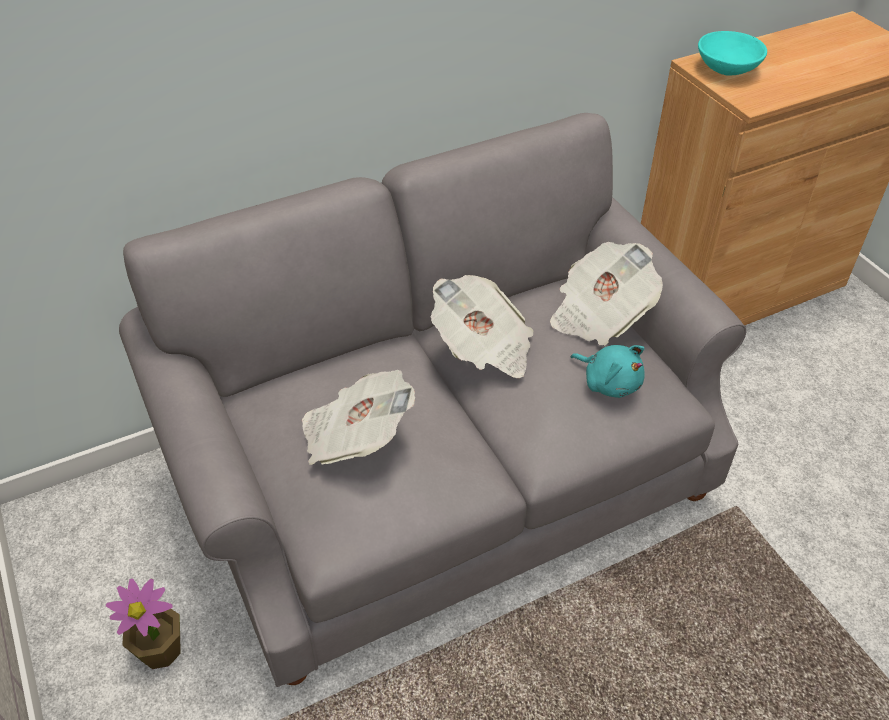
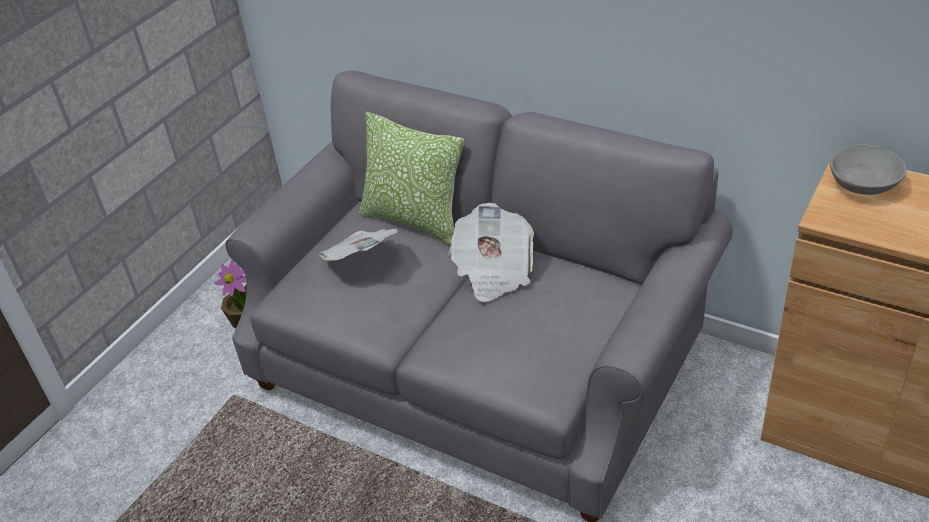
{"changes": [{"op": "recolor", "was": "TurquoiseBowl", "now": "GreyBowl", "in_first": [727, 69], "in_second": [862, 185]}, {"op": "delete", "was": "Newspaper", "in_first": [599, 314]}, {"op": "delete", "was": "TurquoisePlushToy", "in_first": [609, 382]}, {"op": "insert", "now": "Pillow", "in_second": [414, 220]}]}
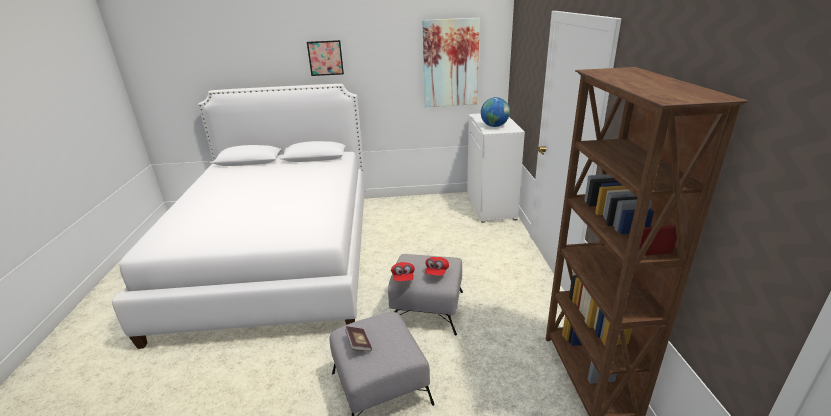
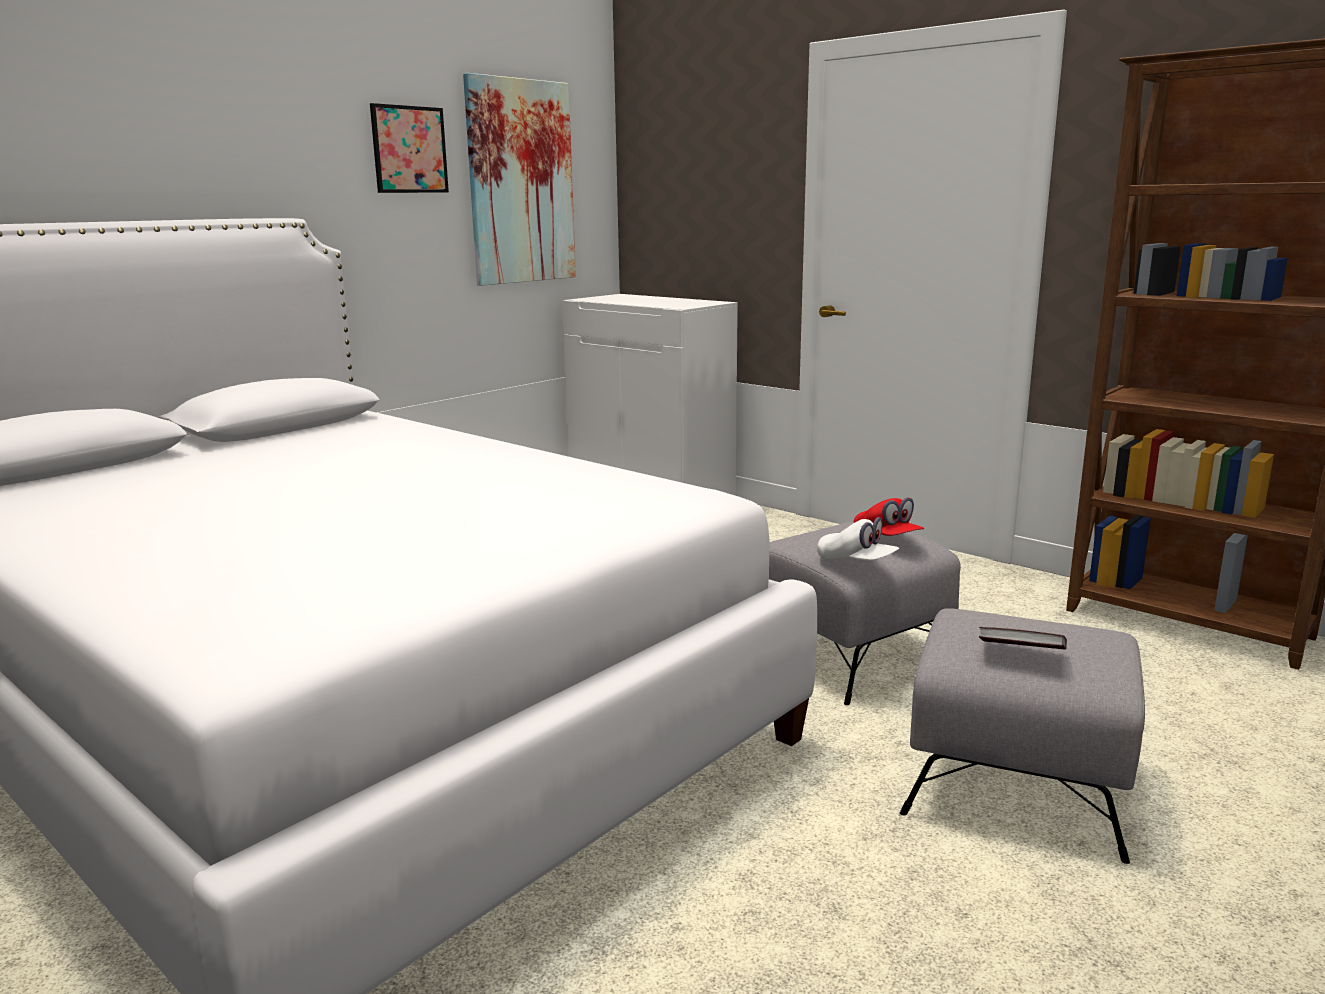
{"changes": [{"op": "move", "was": "Picture", "in_first": [325, 58], "in_second": [409, 149]}, {"op": "delete", "was": "Globe", "in_first": [494, 126]}, {"op": "recolor", "was": "RedCap", "now": "WhiteCap", "in_first": [403, 278], "in_second": [856, 562]}]}
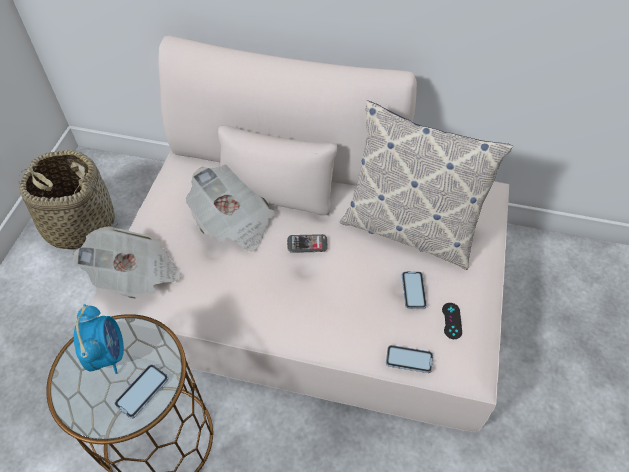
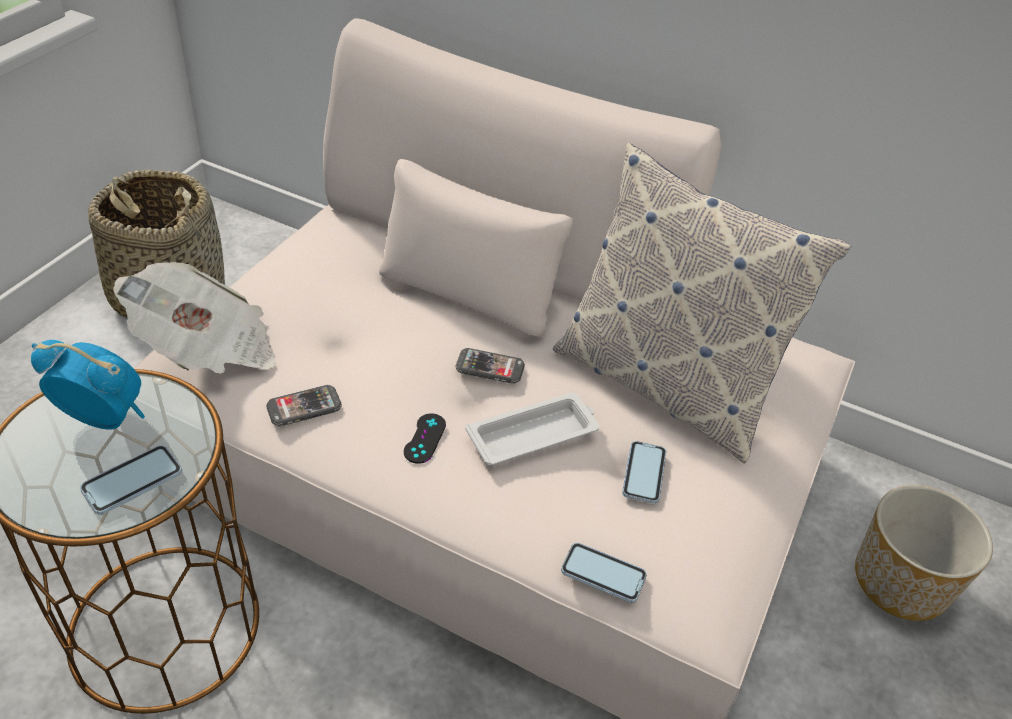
{"changes": [{"op": "delete", "was": "Newspaper", "in_first": [234, 222]}, {"op": "move", "was": "BlackGameController", "in_first": [451, 321], "in_second": [425, 438]}, {"op": "rotate", "was": "AlarmClock", "in_first": [108, 354], "in_second": [103, 417], "clockwise": -75}, {"op": "insert", "now": "Phone", "in_second": [304, 407]}, {"op": "insert", "now": "WhiteTray", "in_second": [534, 434]}, {"op": "insert", "now": "Planter", "in_second": [899, 583]}]}
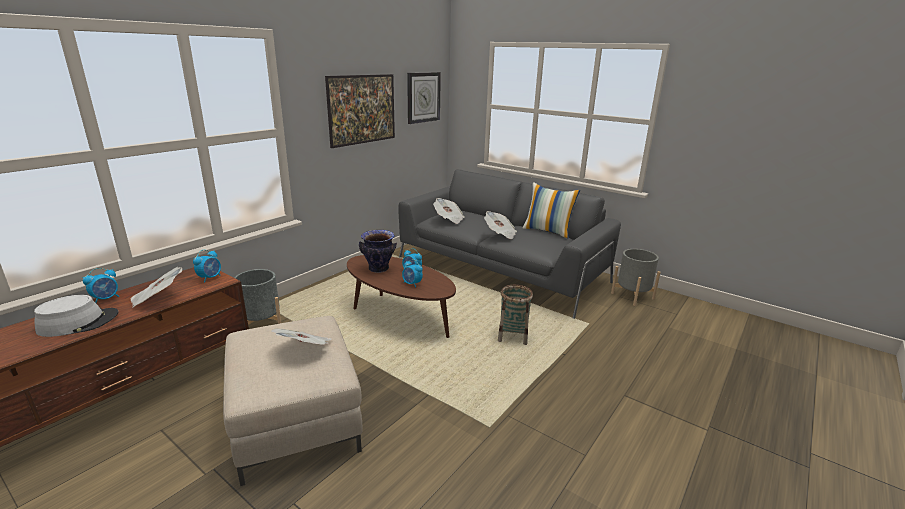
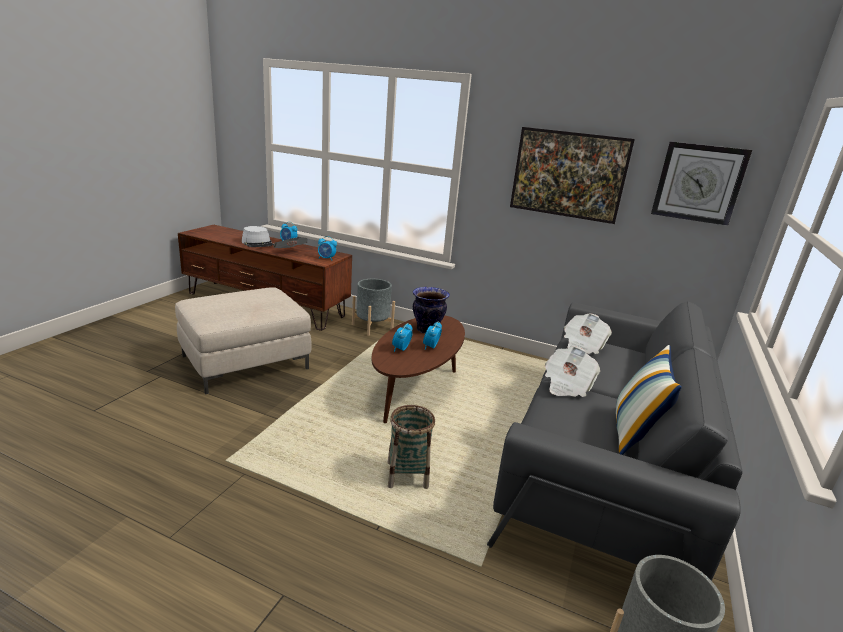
{"changes": [{"op": "delete", "was": "Newspaper", "in_first": [305, 349]}]}
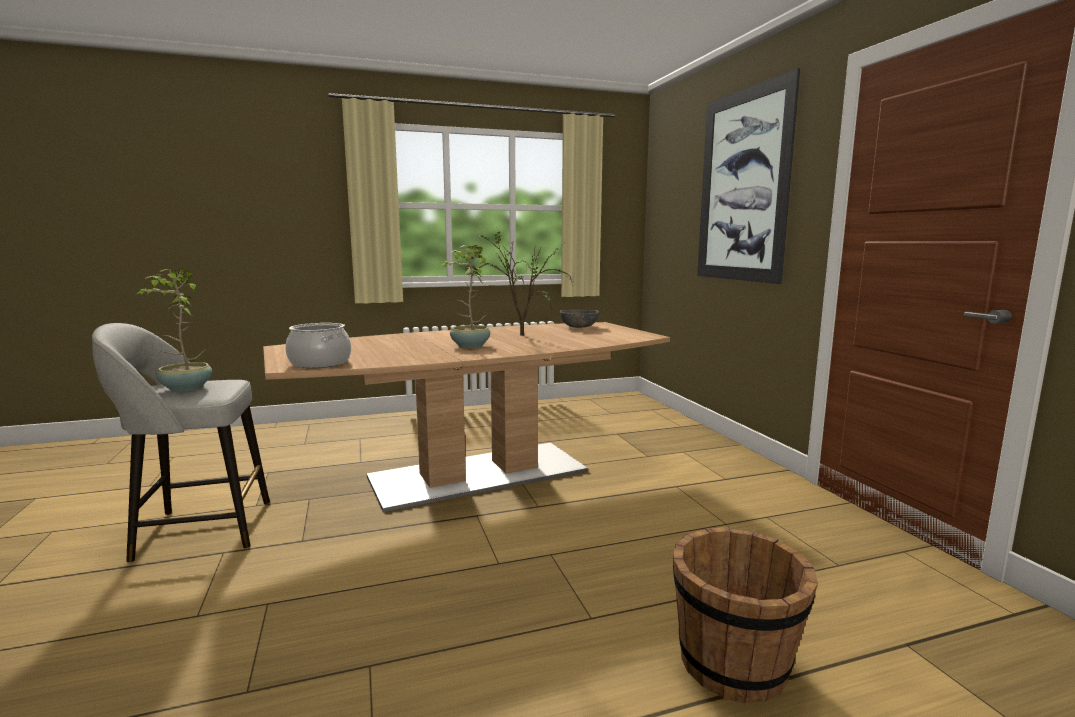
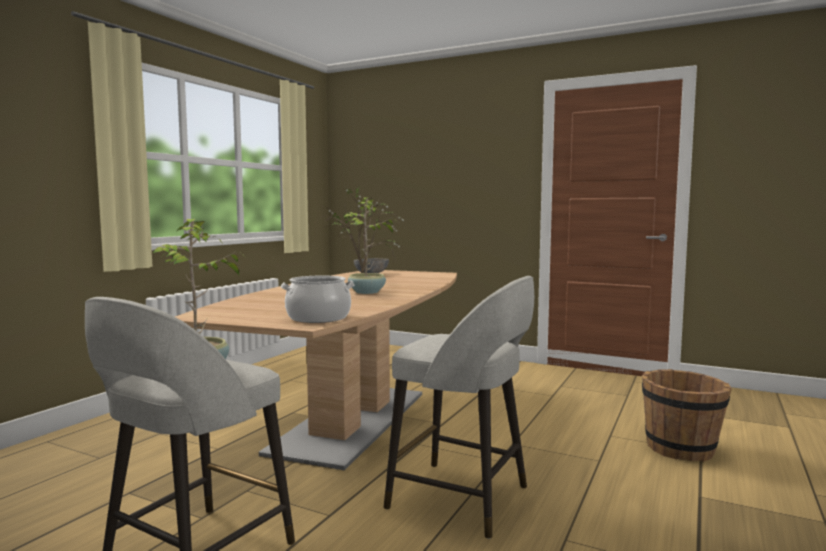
{"changes": [{"op": "delete", "was": "Picture", "in_first": [742, 186]}, {"op": "insert", "now": "GreyStool", "in_second": [462, 498]}]}
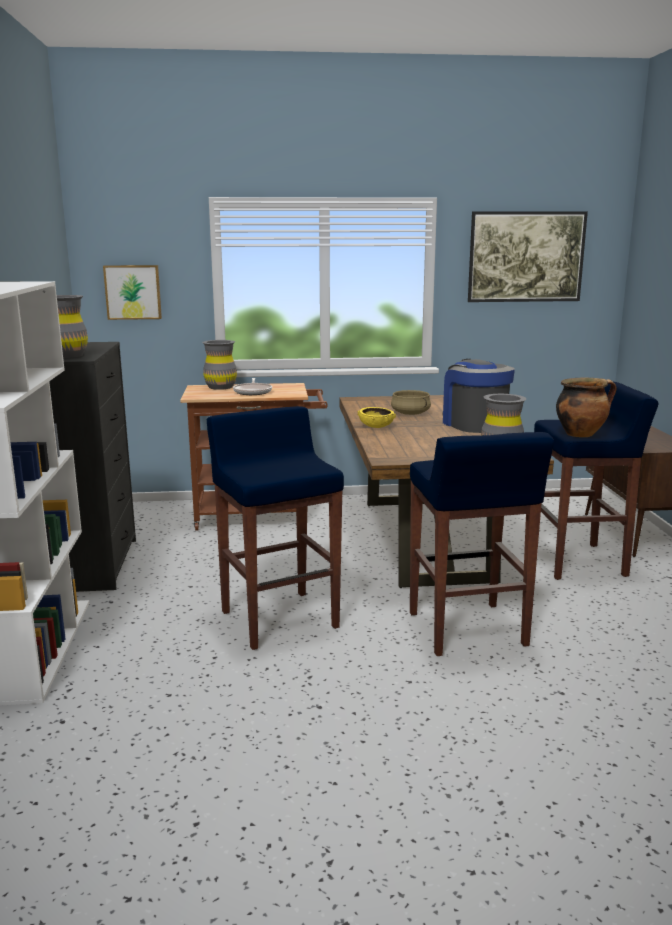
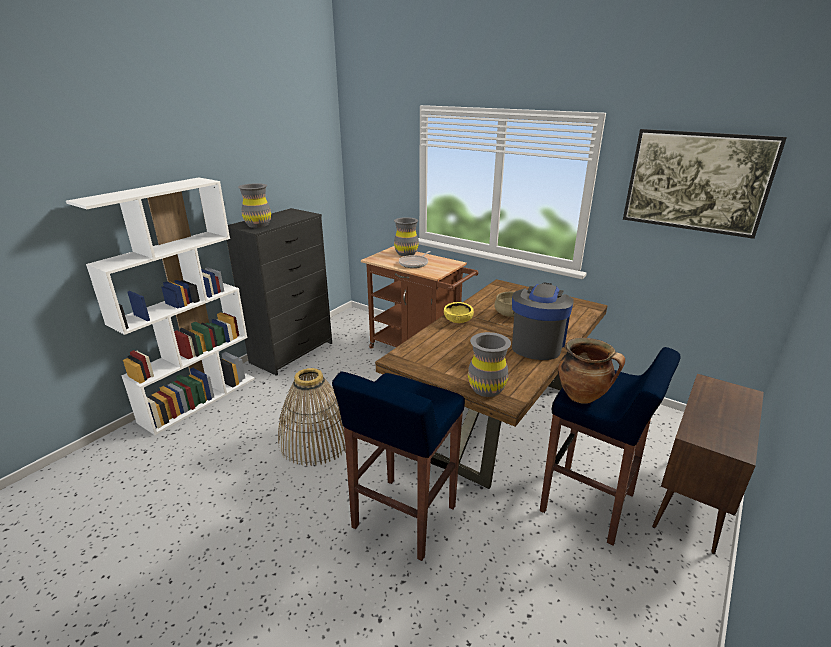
{"changes": [{"op": "delete", "was": "Picture", "in_first": [133, 292]}, {"op": "replace", "was": "BlueStool", "now": "Basket", "in_first": [279, 619], "in_second": [316, 440]}]}
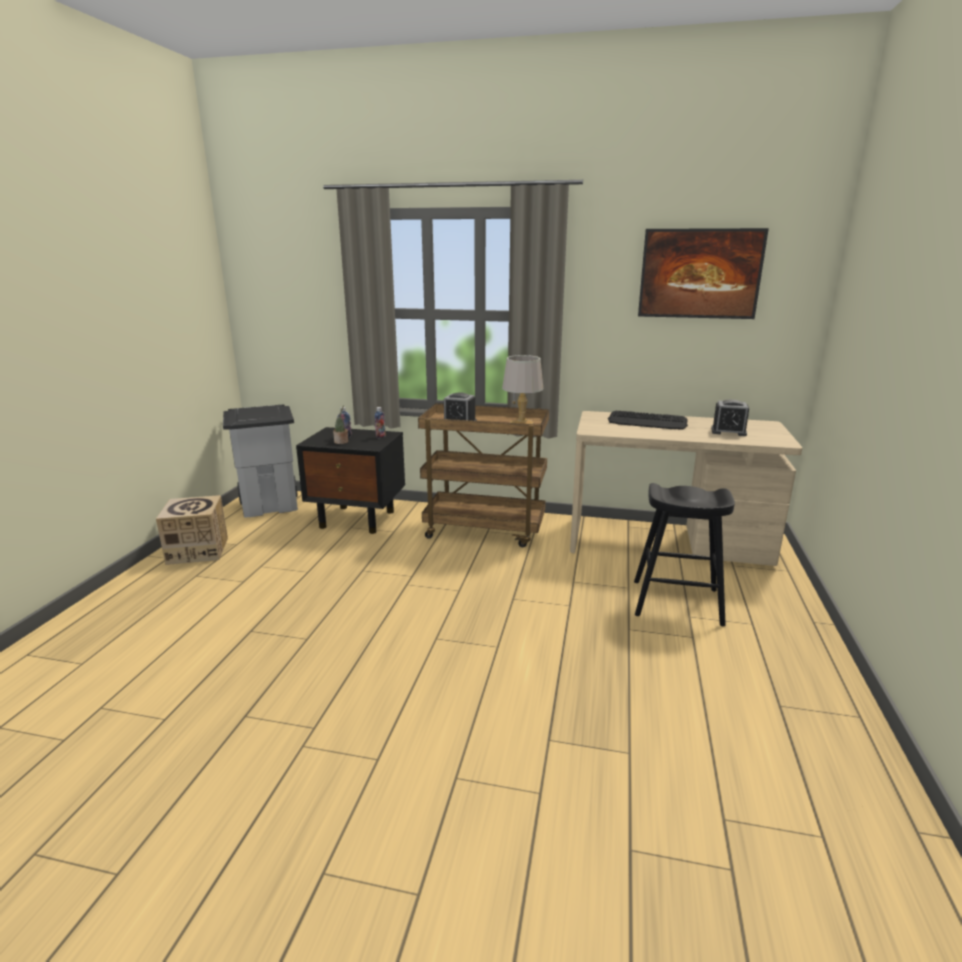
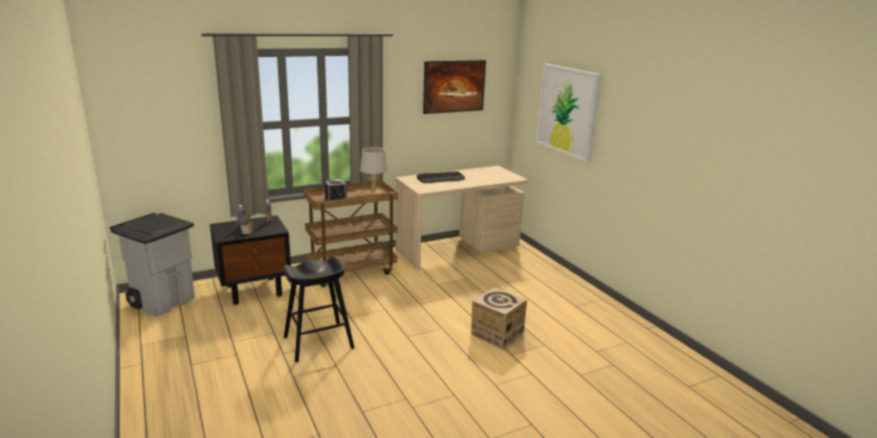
{"changes": [{"op": "delete", "was": "AlarmClock", "in_first": [728, 431]}, {"op": "move", "was": "BlackStool", "in_first": [677, 602], "in_second": [319, 342]}, {"op": "move", "was": "CardboardBox", "in_first": [198, 550], "in_second": [497, 334]}, {"op": "insert", "now": "Picture", "in_second": [567, 111]}]}
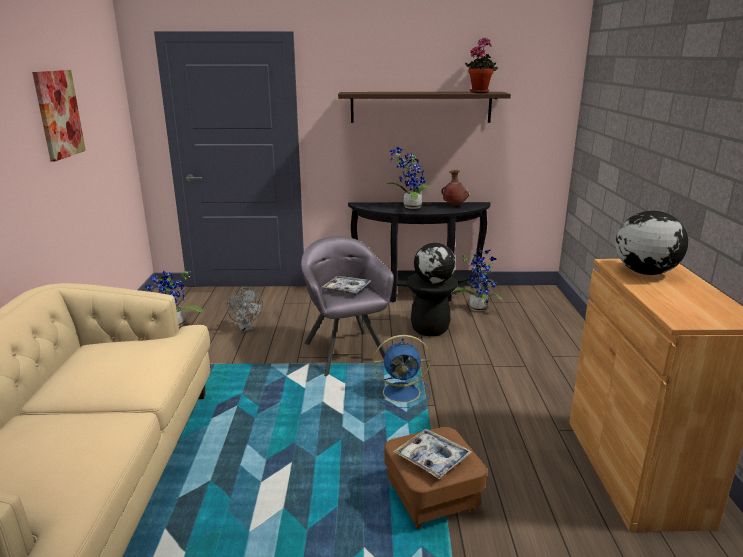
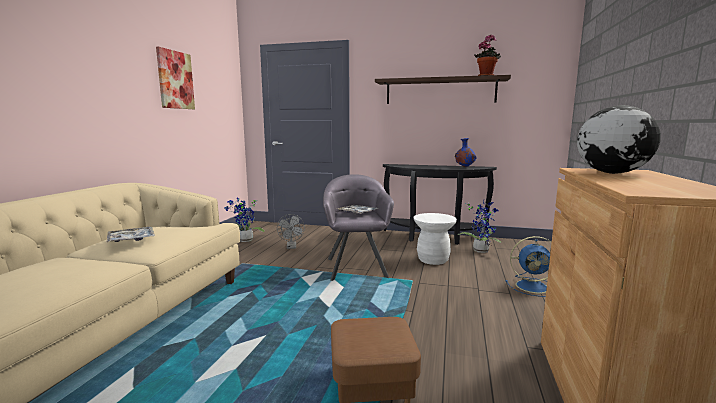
{"changes": [{"op": "delete", "was": "PottedPlant", "in_first": [409, 207]}, {"op": "recolor", "was": "BrownVase", "now": "BlueVase", "in_first": [454, 205], "in_second": [464, 167]}, {"op": "delete", "was": "Globe", "in_first": [434, 282]}, {"op": "recolor", "was": "BlackStool", "now": "WhiteStool", "in_first": [429, 329], "in_second": [433, 260]}, {"op": "move", "was": "BlueFan", "in_first": [403, 392], "in_second": [533, 287]}, {"op": "move", "was": "Tray", "in_first": [432, 459], "in_second": [131, 239]}]}
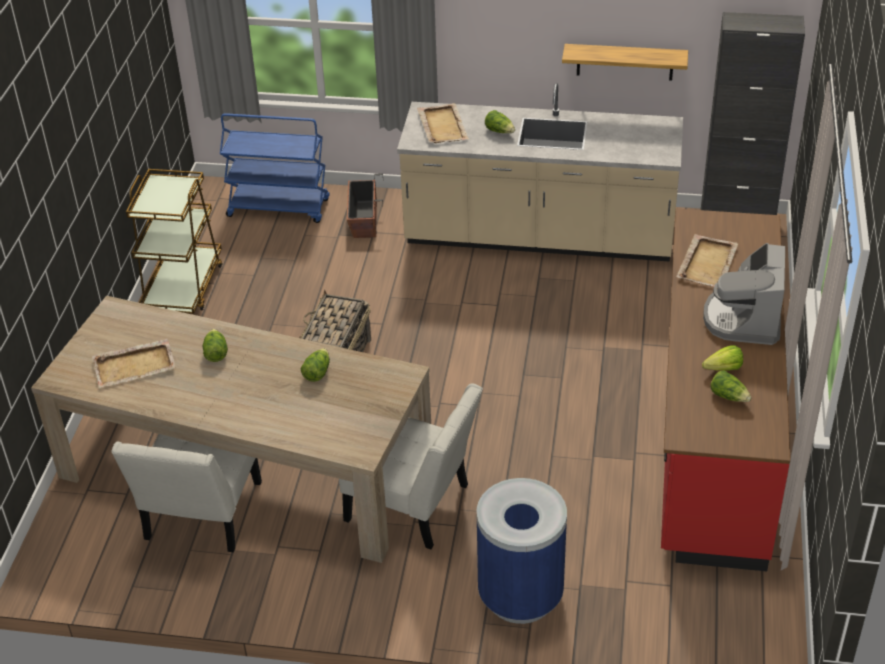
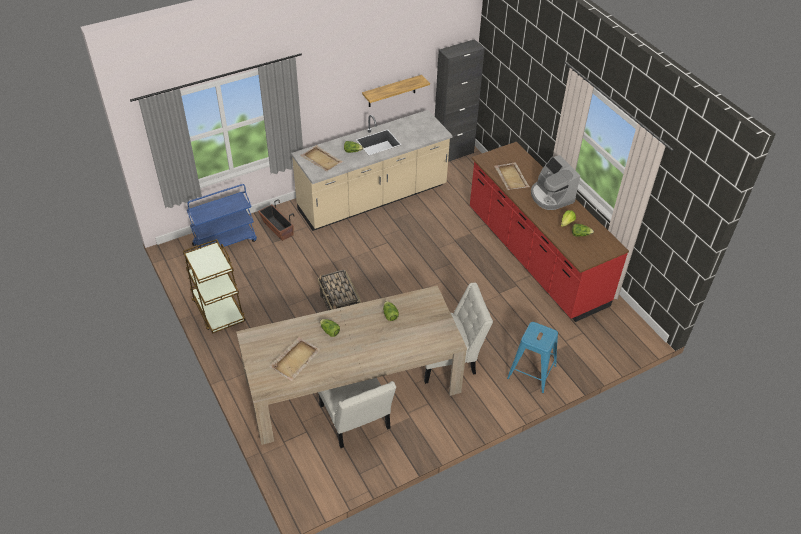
{"changes": [{"op": "replace", "was": "BlueTrashCan", "now": "BlueStool", "in_first": [520, 596], "in_second": [532, 372]}]}
